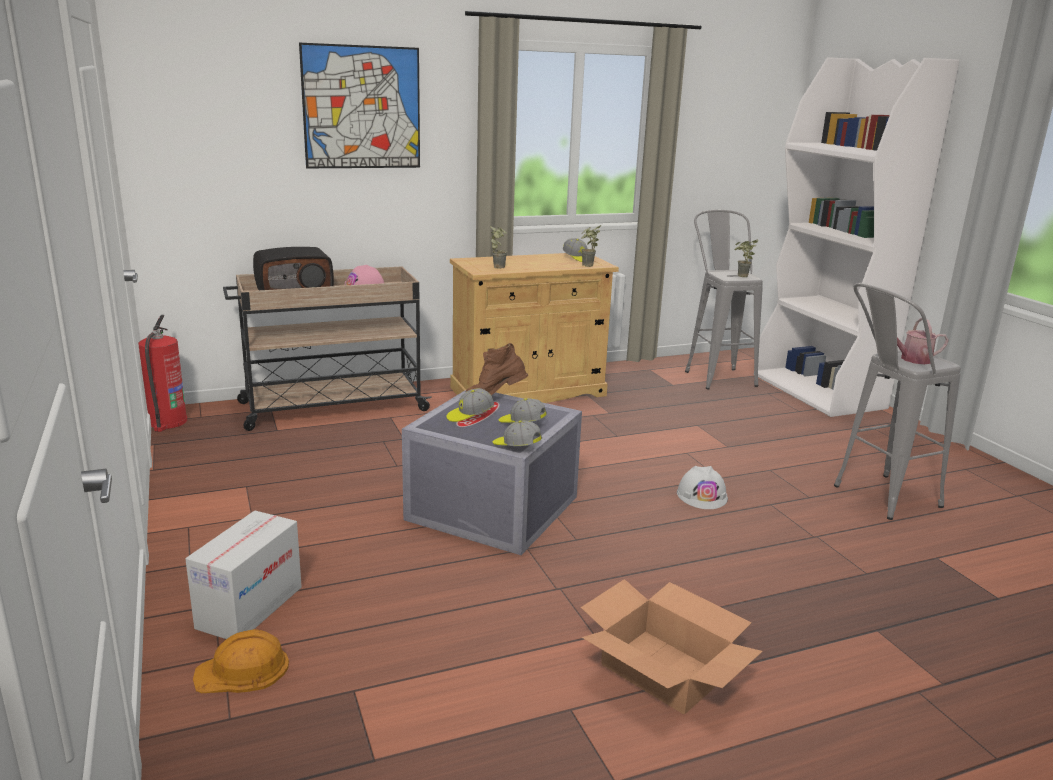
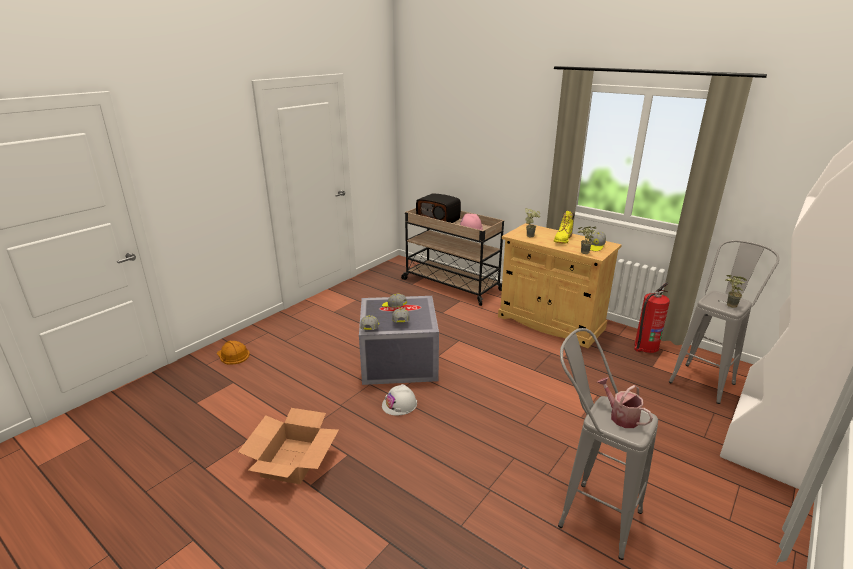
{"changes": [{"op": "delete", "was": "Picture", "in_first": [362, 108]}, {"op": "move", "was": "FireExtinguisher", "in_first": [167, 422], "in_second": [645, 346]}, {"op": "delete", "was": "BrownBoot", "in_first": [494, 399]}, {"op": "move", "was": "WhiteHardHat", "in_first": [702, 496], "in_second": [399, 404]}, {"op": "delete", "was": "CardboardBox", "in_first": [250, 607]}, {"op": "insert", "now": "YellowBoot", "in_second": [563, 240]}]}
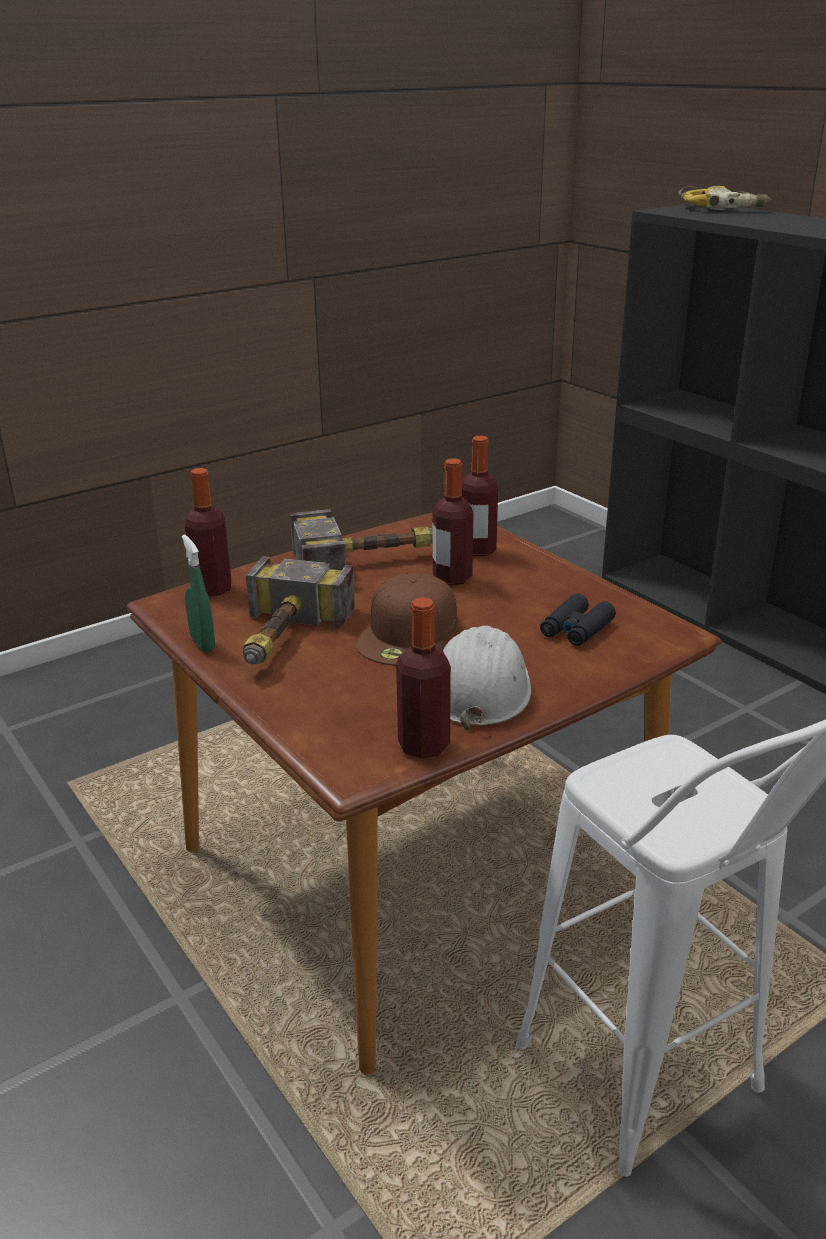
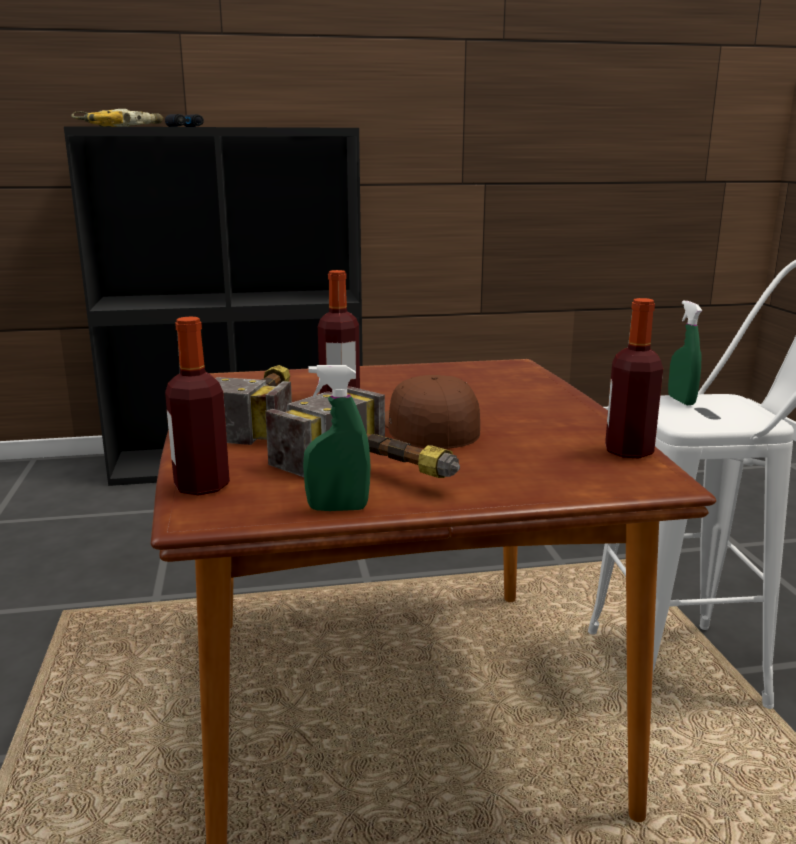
{"changes": [{"op": "delete", "was": "Bottle", "in_first": [478, 550]}, {"op": "rotate", "was": "BrownCap", "in_first": [409, 634], "in_second": [428, 426], "clockwise": -150}, {"op": "move", "was": "BlackBinoculars", "in_first": [576, 629], "in_second": [185, 127]}, {"op": "delete", "was": "WhiteHardHat", "in_first": [480, 690]}, {"op": "insert", "now": "GreenSprayBottle", "in_second": [681, 400]}]}
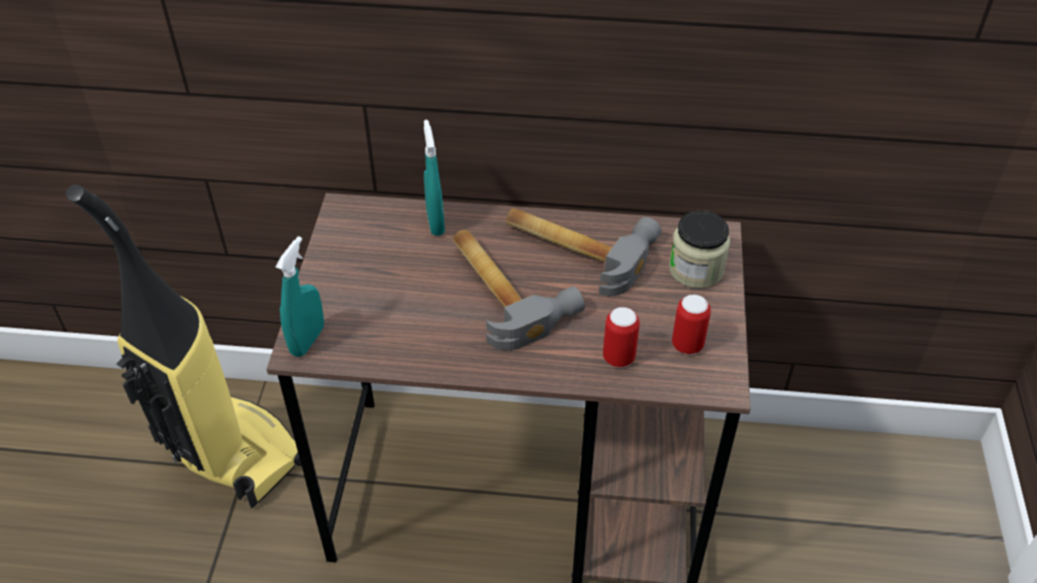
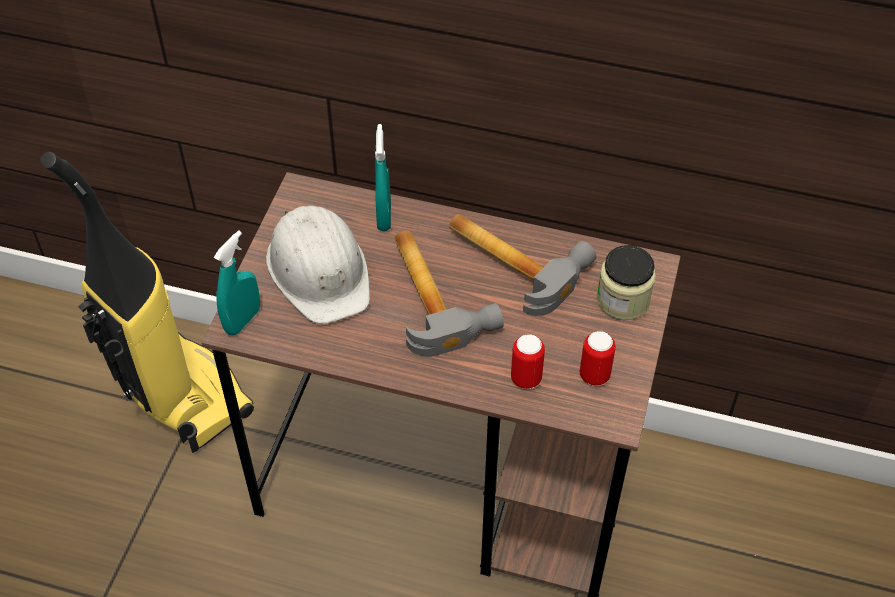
{"changes": [{"op": "insert", "now": "WhiteHardHat", "in_second": [320, 270]}]}
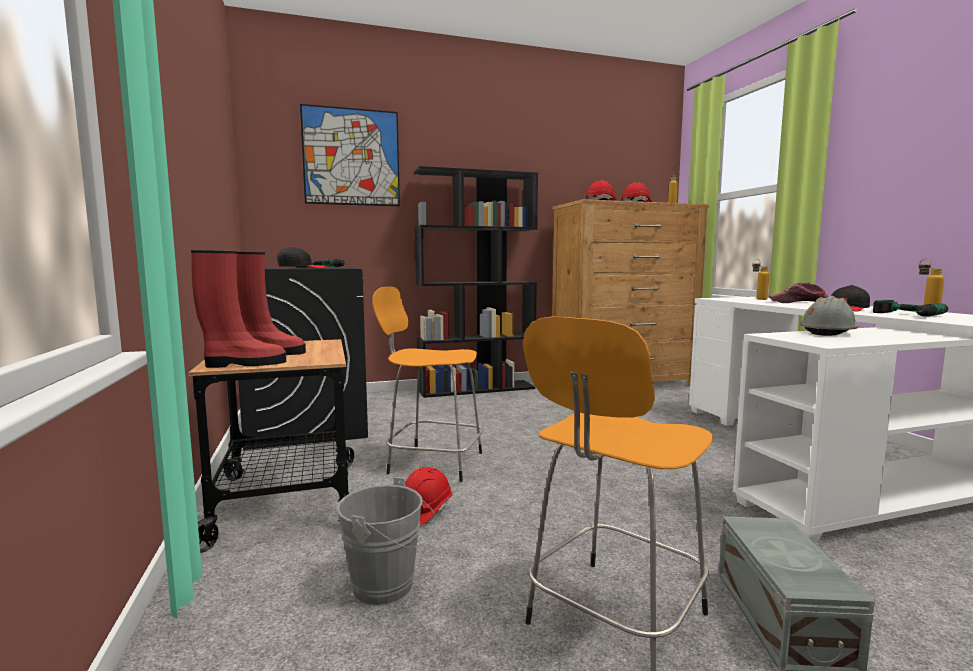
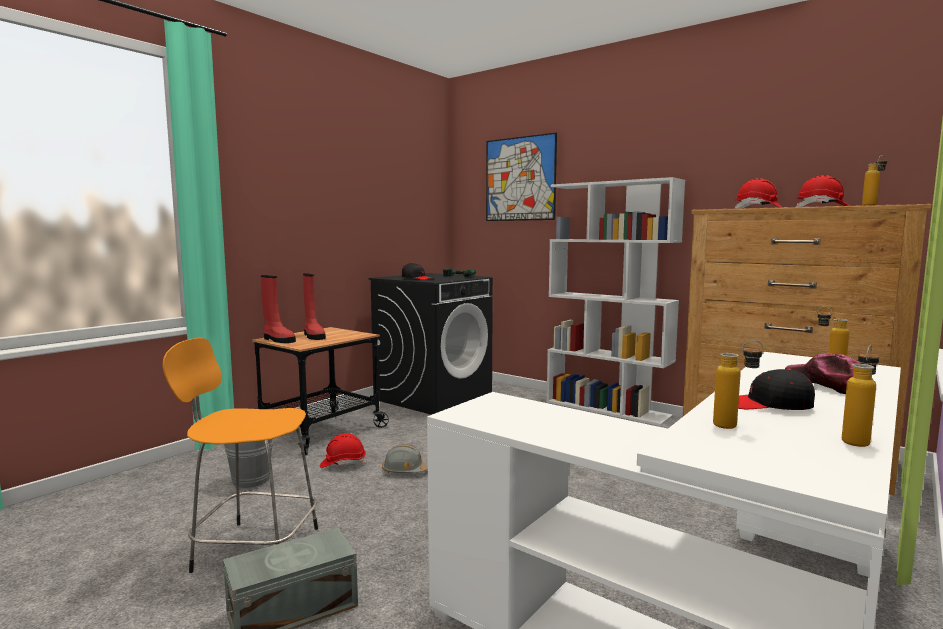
{"changes": [{"op": "recolor", "was": "BlackBookcase", "now": "WhiteBookcase", "in_first": [477, 389], "in_second": [608, 409]}, {"op": "delete", "was": "OrangeStool", "in_first": [432, 462]}, {"op": "move", "was": "GreyHardHat", "in_first": [828, 333], "in_second": [405, 471]}, {"op": "replace", "was": "PowerDrill", "now": "Bottle", "in_first": [902, 315], "in_second": [735, 427]}]}
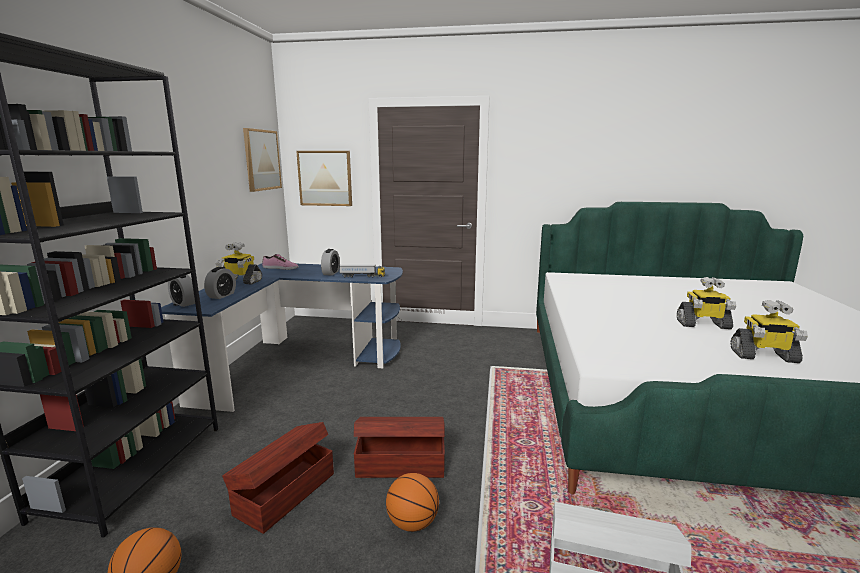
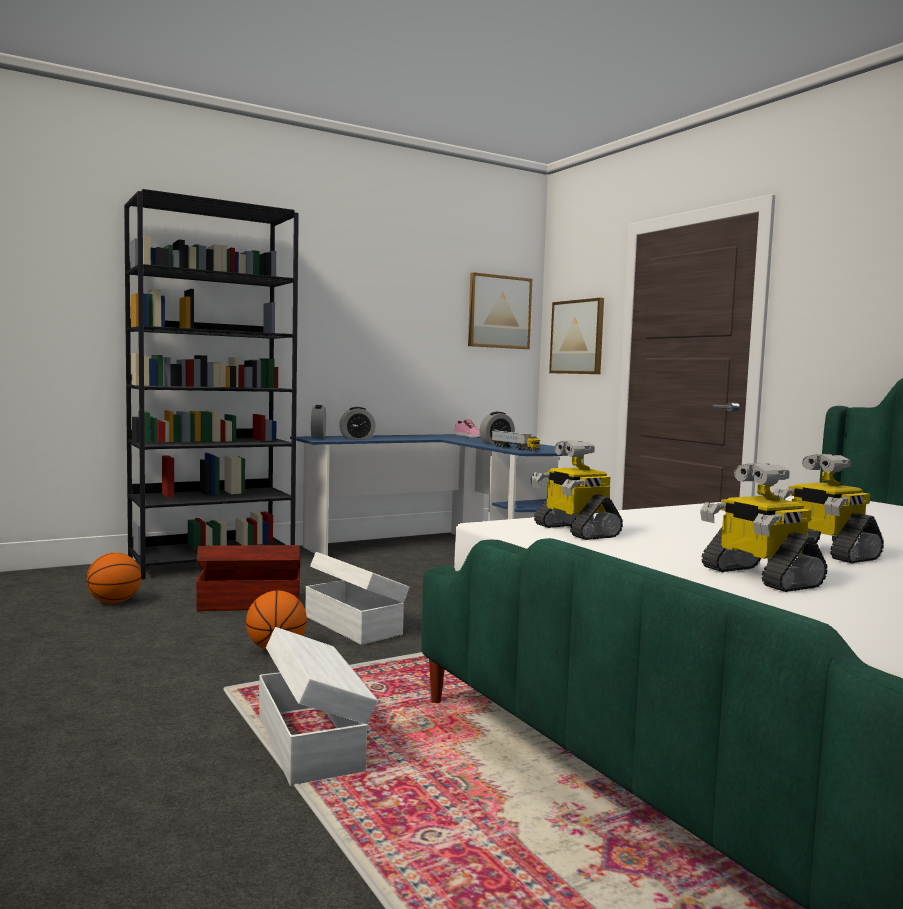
{"changes": [{"op": "move", "was": "ToyRobot", "in_first": [240, 281], "in_second": [574, 531]}, {"op": "recolor", "was": "BrownStorageBox", "now": "WhiteStorageBox", "in_first": [400, 463], "in_second": [353, 625]}]}
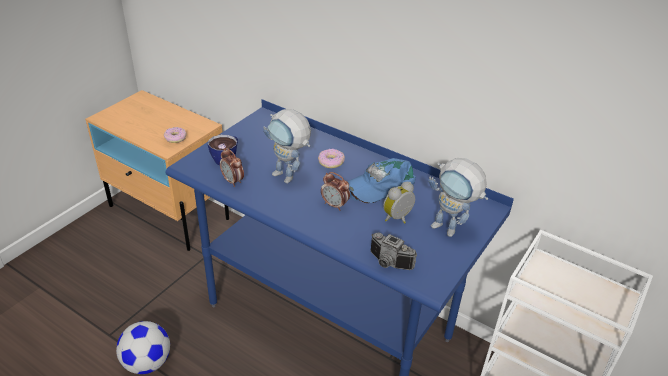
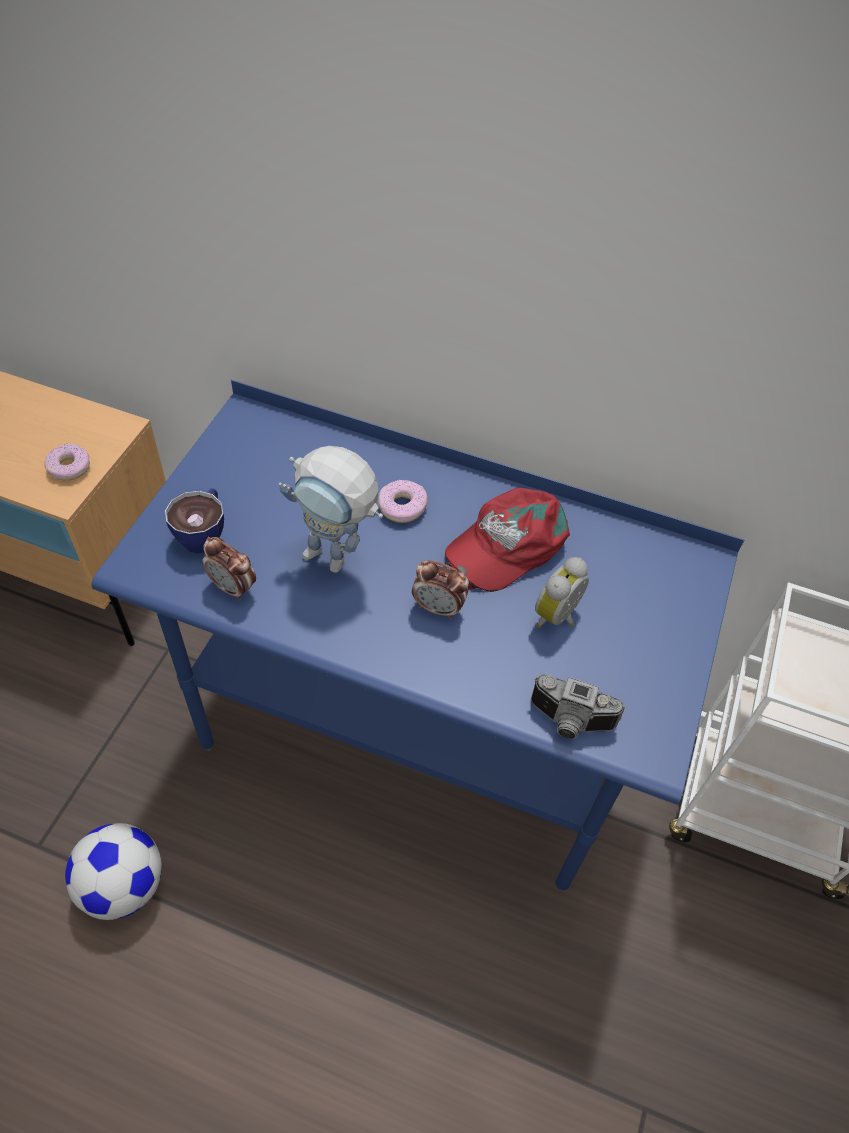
{"changes": [{"op": "recolor", "was": "BlueCap", "now": "RedCap", "in_first": [381, 185], "in_second": [506, 544]}, {"op": "delete", "was": "ToyRobot", "in_first": [451, 231]}]}
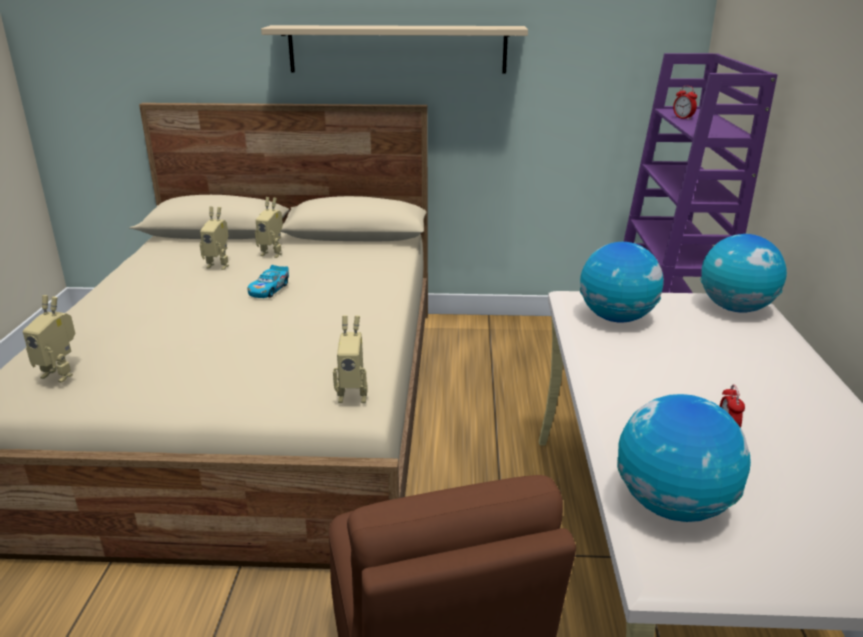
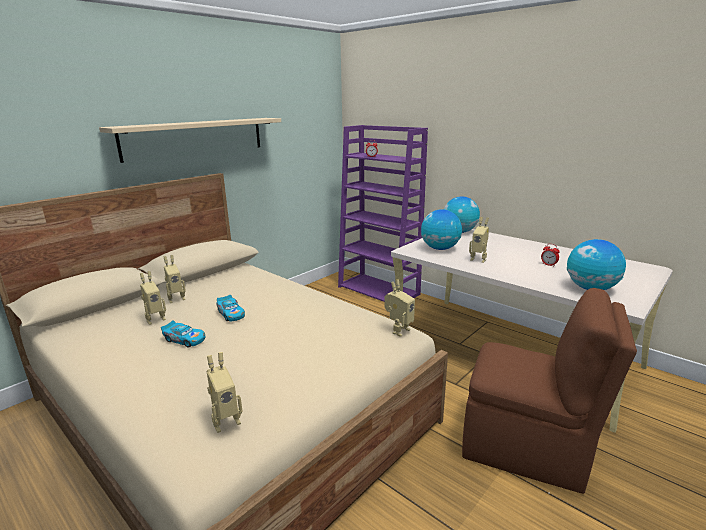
{"changes": [{"op": "insert", "now": "ToyRobot", "in_second": [478, 259]}, {"op": "insert", "now": "ToyCar", "in_second": [185, 339]}]}
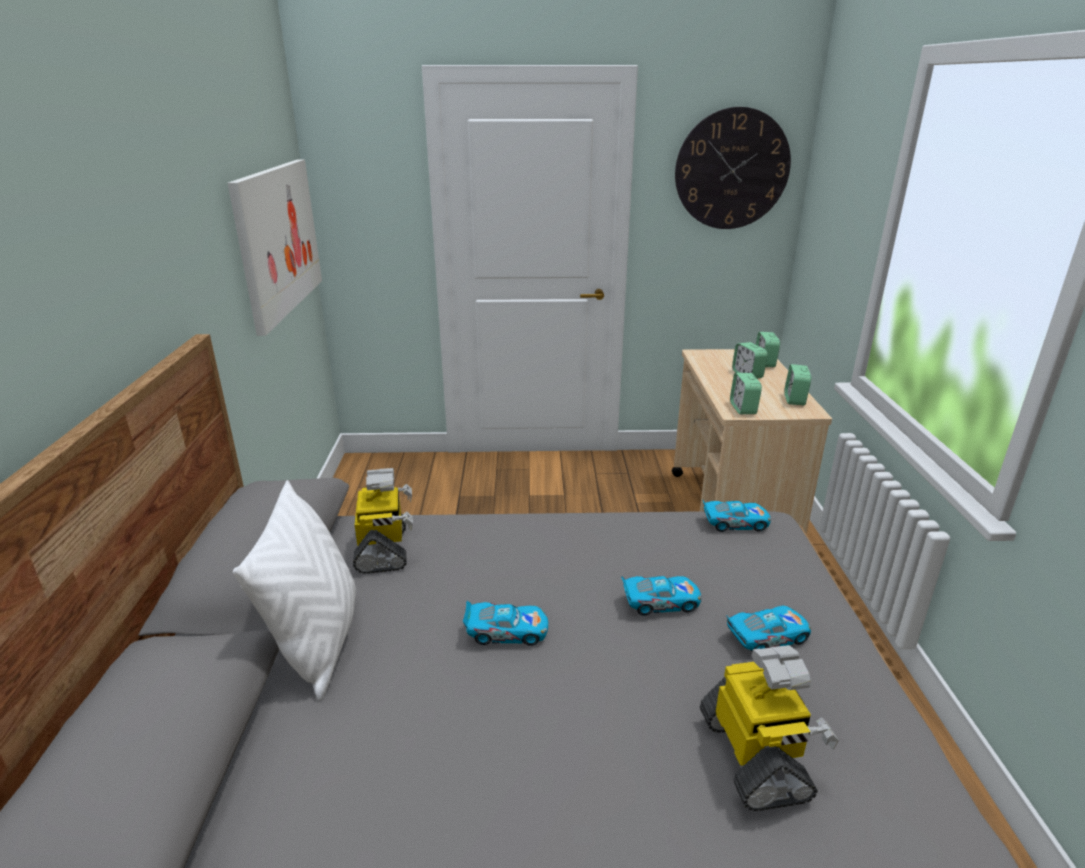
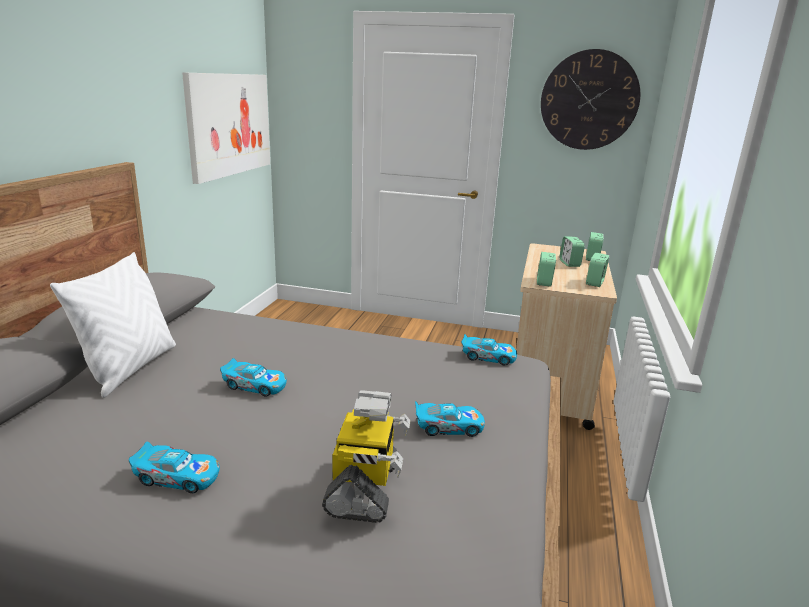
{"changes": [{"op": "delete", "was": "ToyRobot", "in_first": [384, 549]}, {"op": "move", "was": "ToyCar", "in_first": [660, 602], "in_second": [178, 477]}]}
